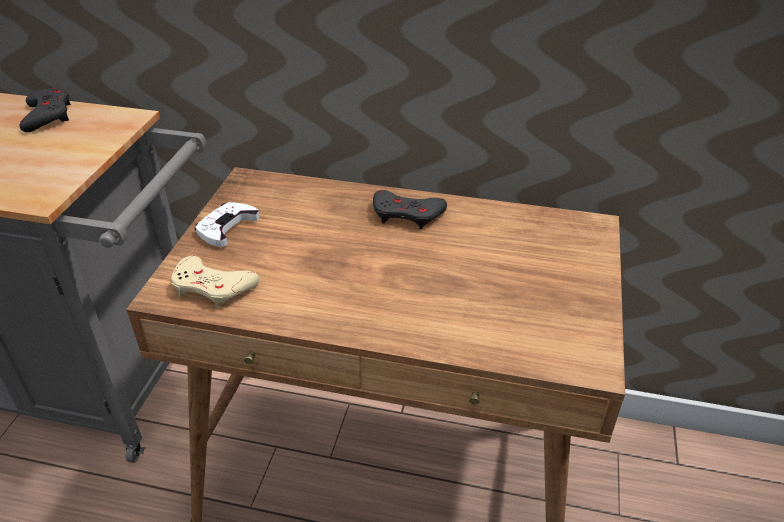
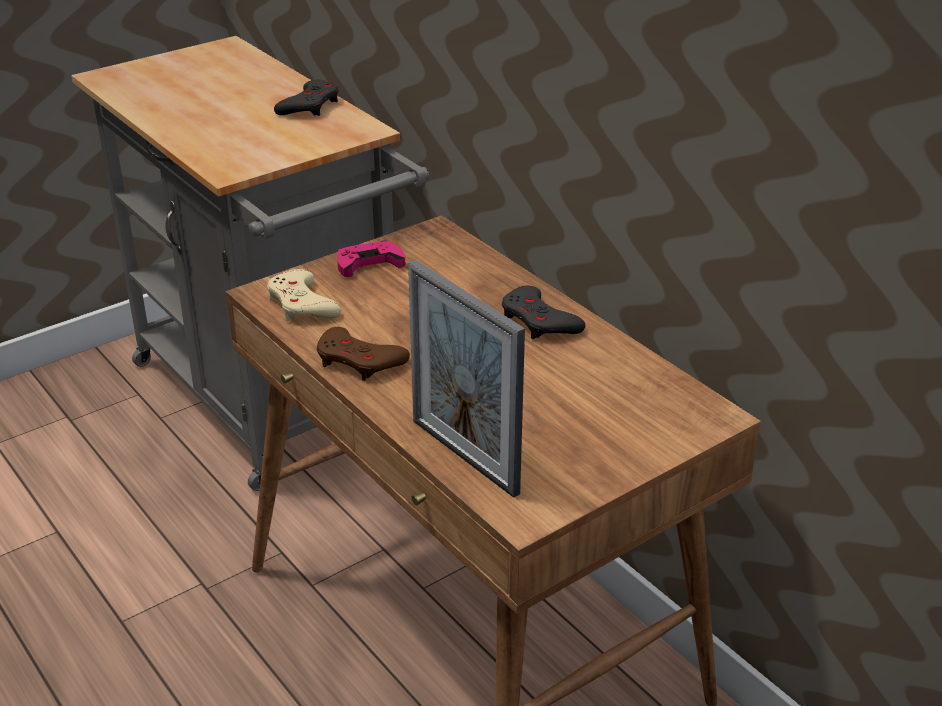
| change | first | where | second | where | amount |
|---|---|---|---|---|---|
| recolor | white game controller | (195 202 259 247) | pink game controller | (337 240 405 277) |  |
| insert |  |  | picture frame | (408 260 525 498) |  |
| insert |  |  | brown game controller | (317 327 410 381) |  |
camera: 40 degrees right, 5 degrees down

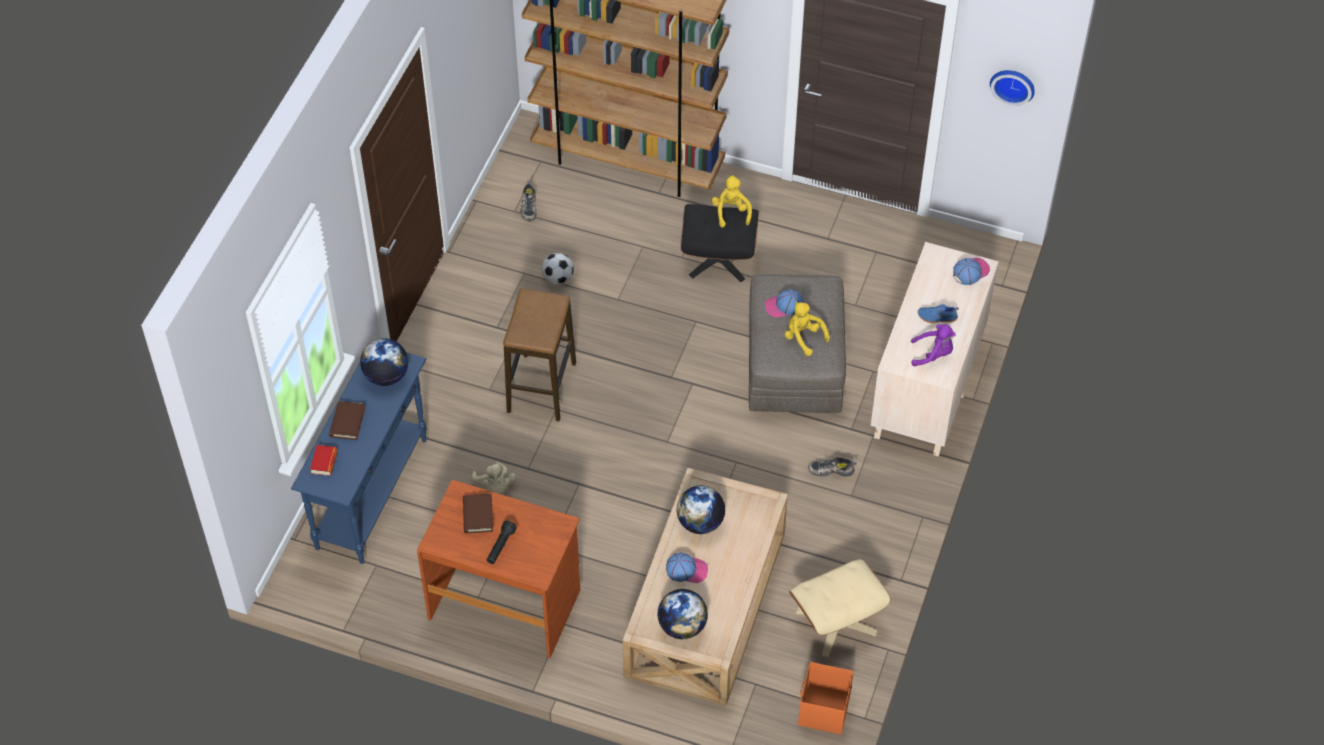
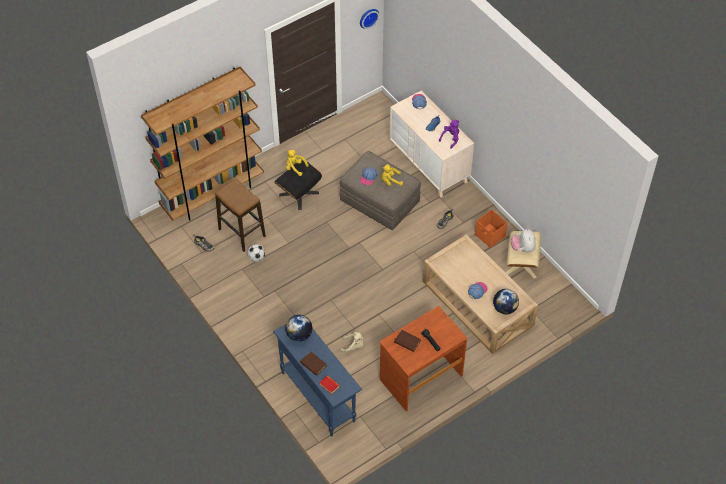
| change | first | where | second | where | amount |
|---|---|---|---|---|---|
| move | stool | (503 289 576 421) |  | (215 179 266 252) |  |
| delete | globe | (677 485 725 534) |  |  |  |
| move | orange storage box | (798 662 854 734) |  | (475 209 507 248) |  |
| insert |  |  | plush toy | (511 229 536 253) |  |
camera: 55 degrees left, 0 degrees up

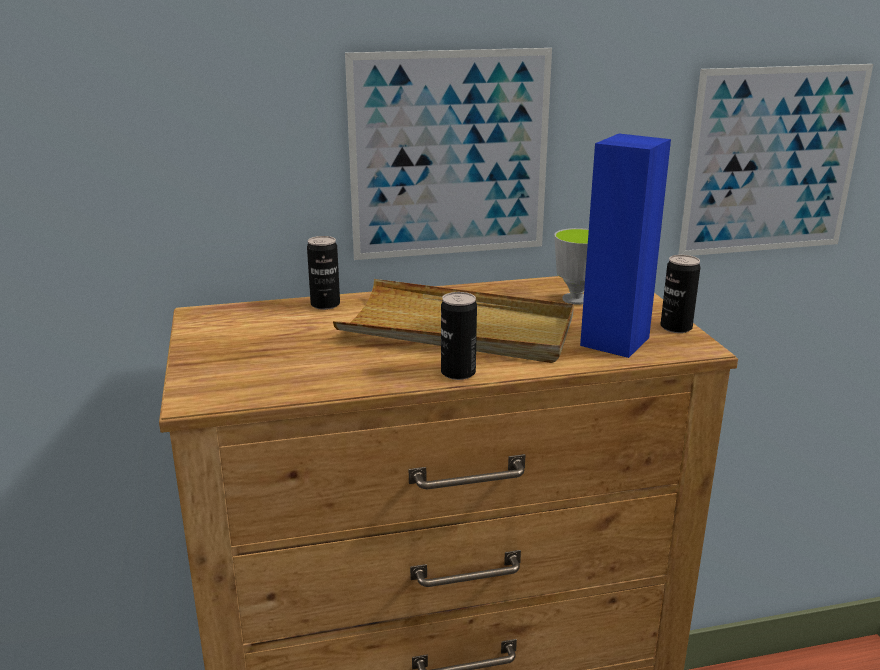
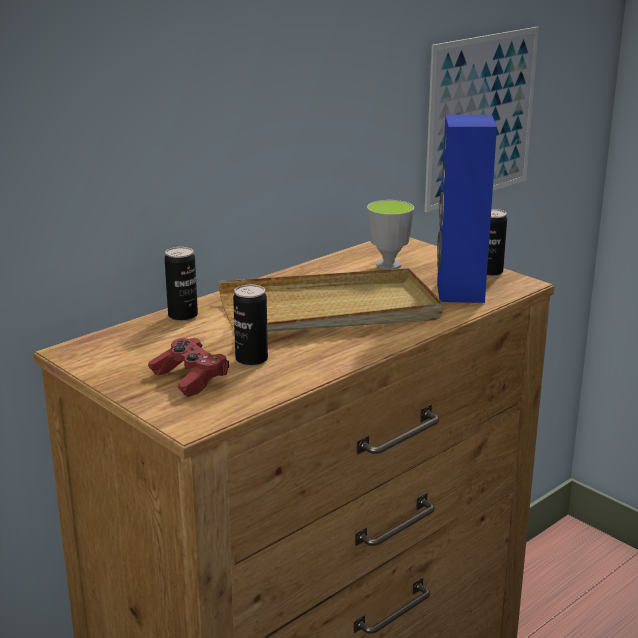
| change | first | where | second | where | amount |
|---|---|---|---|---|---|
| delete | picture | (345 48 552 260) |  |  |  |
| move | can | (441 292 477 380) |  | (233 285 268 366) |  |
| insert |  |  | red game controller | (148 338 229 397) |  |
camera: 30 degrees left, 0 degrees up

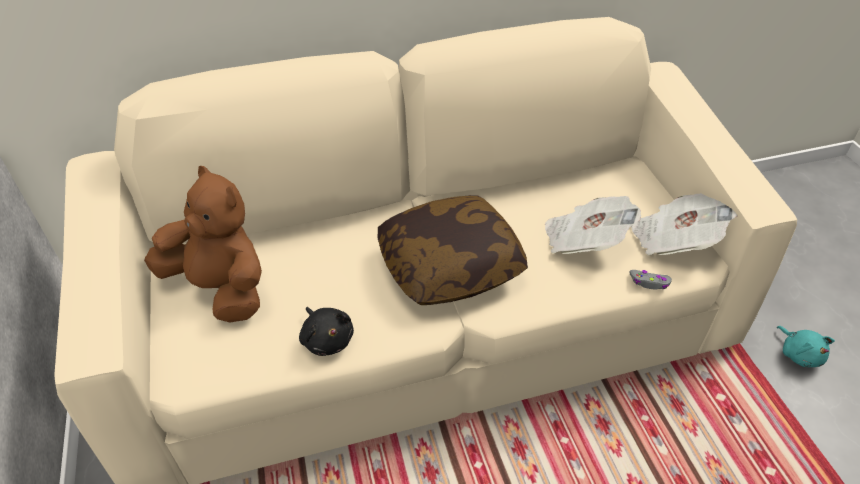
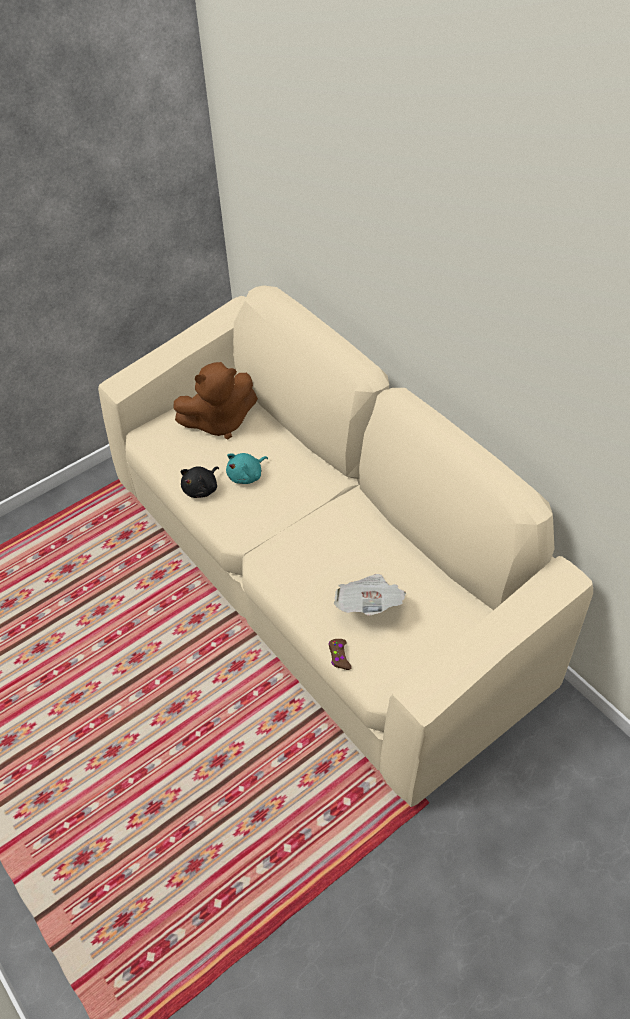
| change | first | where | second | where | amount |
|---|---|---|---|---|---|
| rotate | brown plush toy | (144 166 262 322) |  | (173 362 258 439) | 60 degrees clockwise |
| delete | newspaper | (631 193 738 255) |  |  |  |
| delete | pillow | (378 195 528 305) |  |  |  |
| recolor | grey game controller | (629 270 672 290) | brown game controller | (329 639 351 670) |  |
| move | turquoise plush toy | (777 326 835 367) |  | (226 453 268 484) |  |
camera: 70 degrees right, 5 degrees up

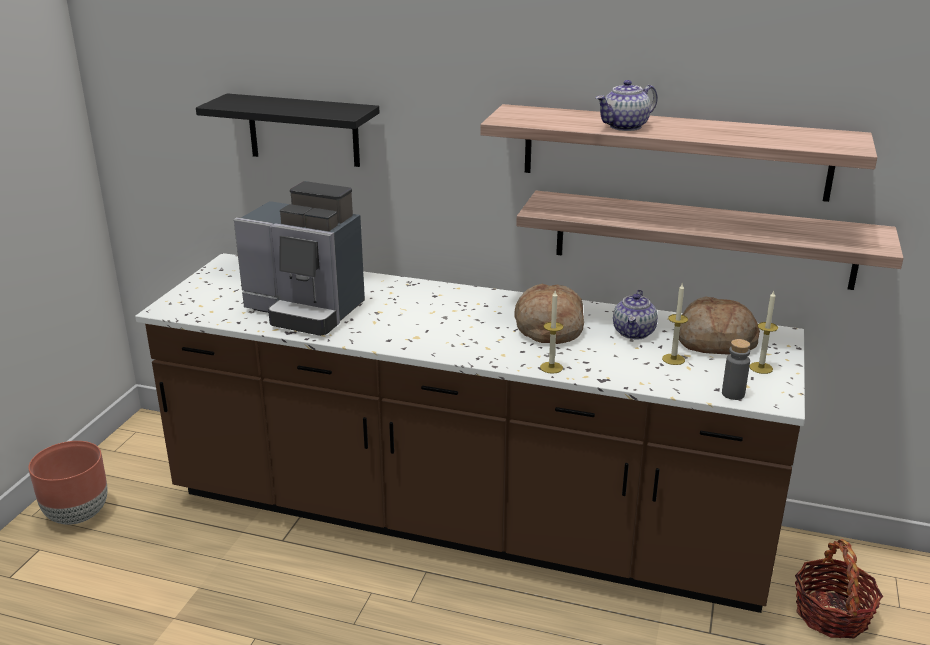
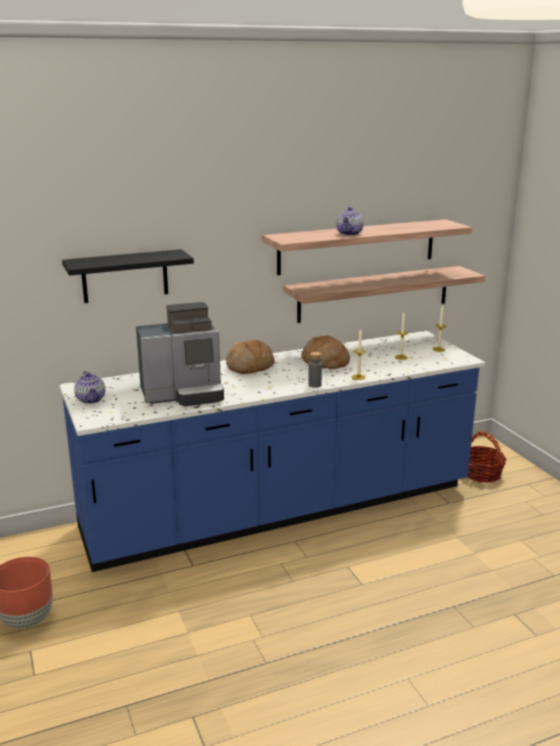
| change | first | where | second | where | amount |
|---|---|---|---|---|---|
| recolor | brown counter | (135 253 805 613) | blue counter | (59 331 485 572) |  |
| move | teapot | (613 290 658 339) |  | (74 371 105 404) |  |
| move | bread | (679 296 760 355) |  | (226 340 275 374) |  |
| move | grey bottle | (722 339 750 400) |  | (308 352 322 388) |  |
camera: 40 degrees left, 5 degrees down

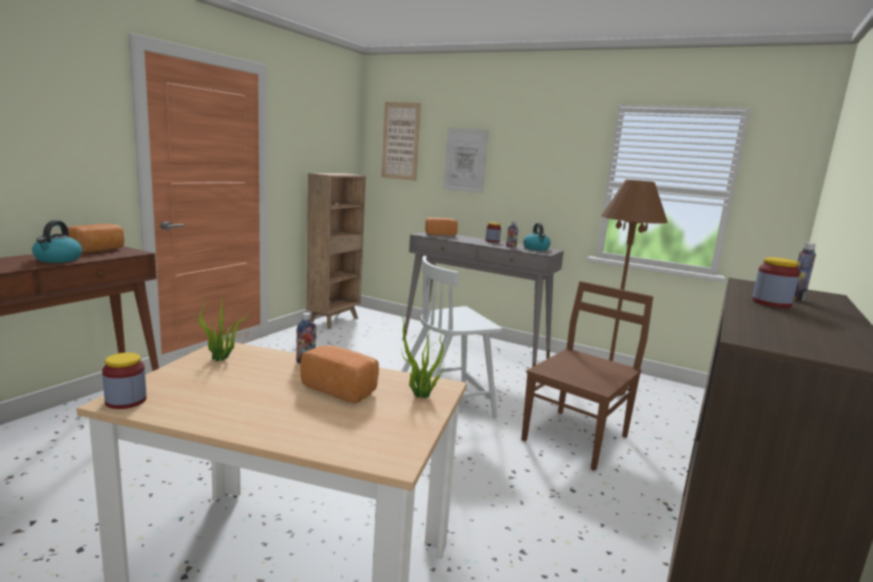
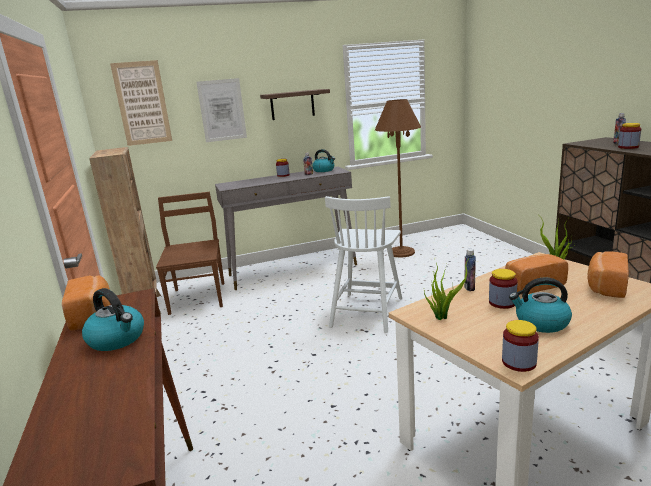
| change | first | where | second | where | amount |
|---|---|---|---|---|---|
| move | bread | (425 218 458 236) |  | (588 251 629 298) |  |
| move | brown chair | (521 281 654 471) |  | (156 192 224 315) |  |
| insert |  |  | shelf | (260 89 330 120) |  |
| insert |  |  | jar | (489 269 518 309) |  |
| insert |  |  | kettle | (509 278 572 333) |  |
camera: 45 degrees left, 5 degrees up

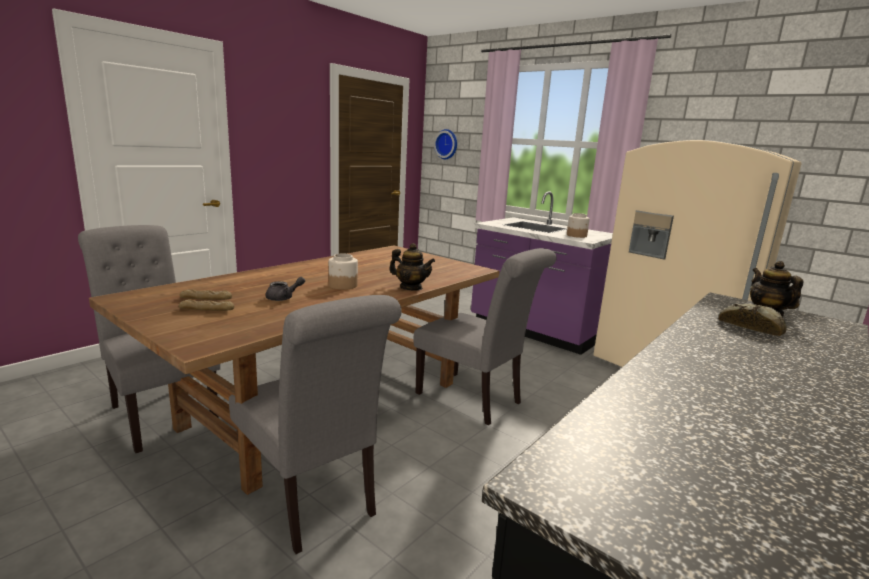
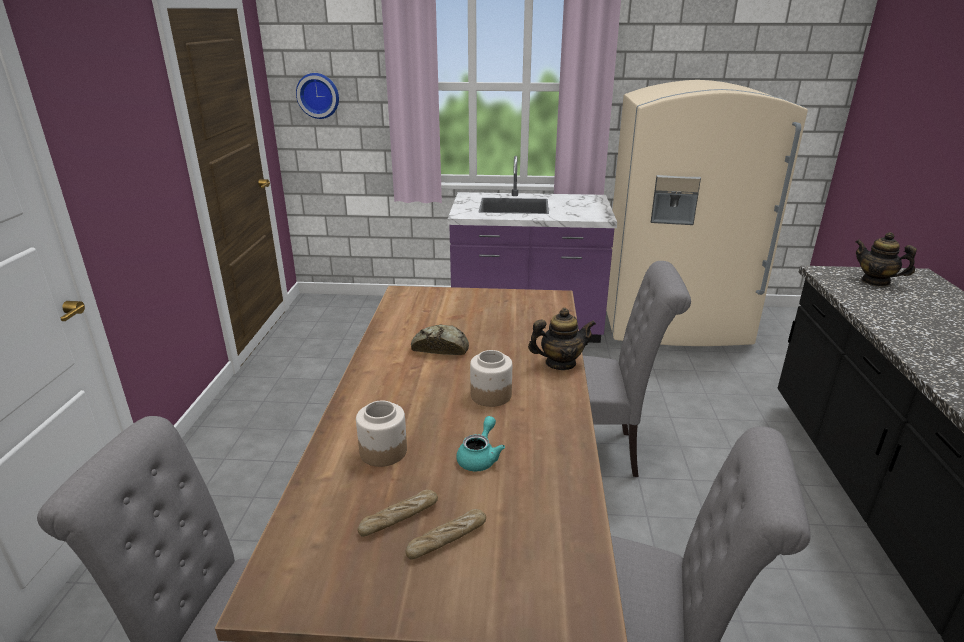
| change | first | where | second | where | amount |
|---|---|---|---|---|---|
| move | jar | (567 213 590 238) |  | (356 400 407 467) |  |
| recolor | grey teapot | (266 277 305 301) | turquoise teapot | (456 416 505 471) |  |
| move | bread | (718 304 787 336) |  | (411 325 469 355) |  |
camera: 35 degrees left, 10 degrees up

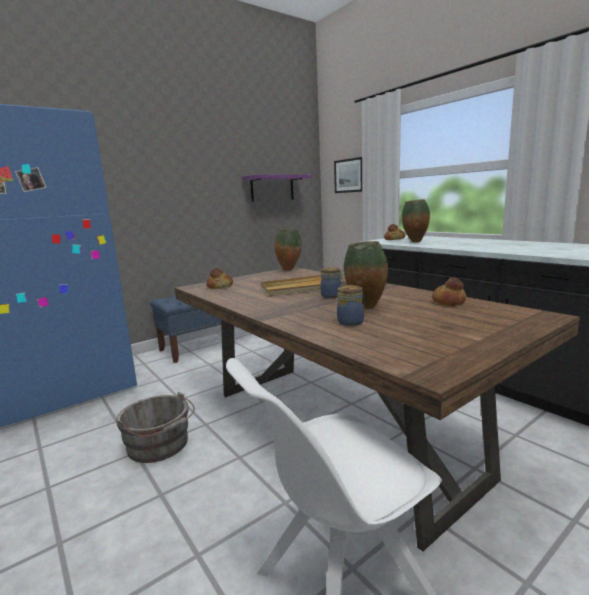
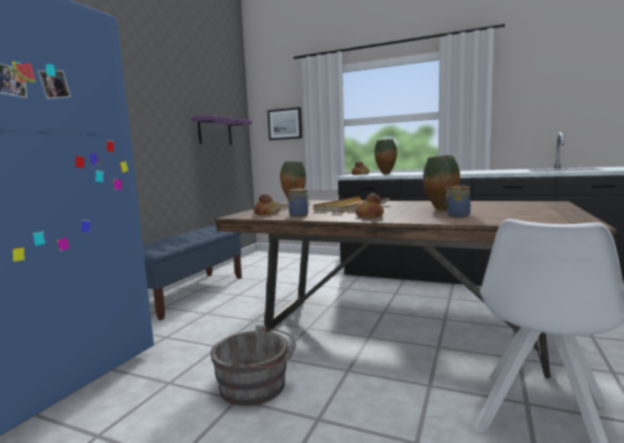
| change | first | where | second | where | amount |
|---|---|---|---|---|---|
| move | jar | (320 267 344 299) |  | (289 189 310 217) |  |
| move | bread | (432 277 467 306) |  | (355 193 384 218) |  |
camera: 30 degrees left, 5 degrees down

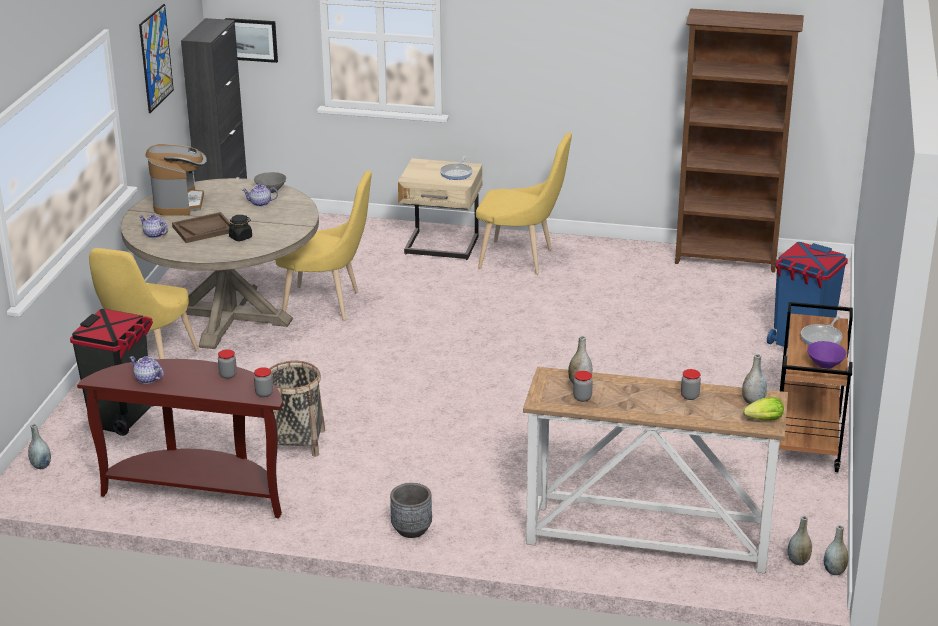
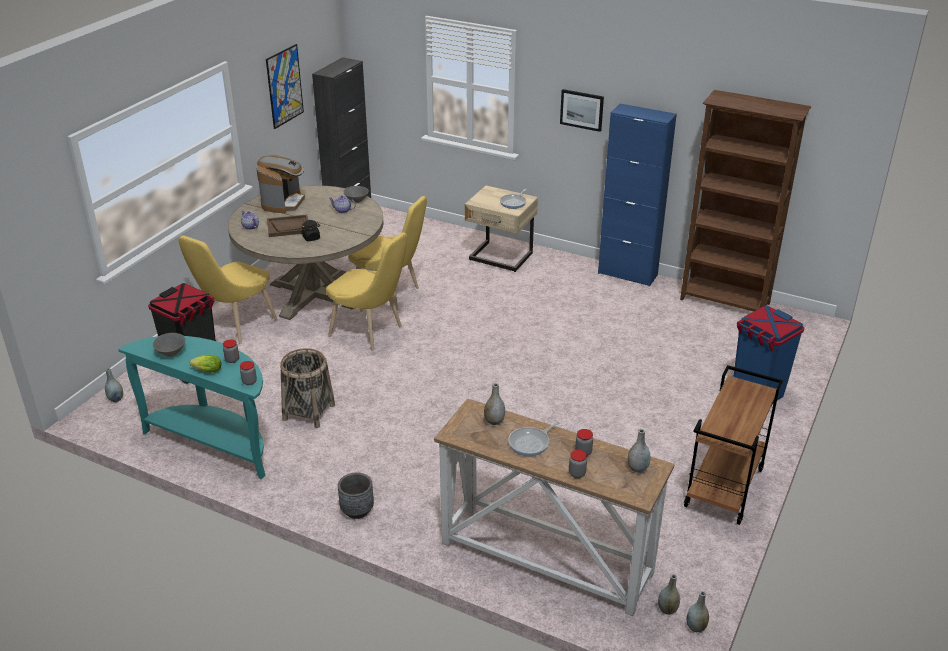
| change | first | where | second | where | amount |
|---|---|---|---|---|---|
| move | picture | (226 18 278 63) |  | (560 89 604 132) |  |
| move | yellow chair | (476 133 572 275) |  | (326 232 407 351) |  |
| move | frying pan | (801 316 843 345) |  | (508 421 559 456) |  |
| delete | purple bowl | (807 341 846 369) |  |  |  |
| replace | teapot | (129 356 164 384) | grey bowl | (153 333 185 357) |  |
| recolor | brown console table | (77 359 283 518) | turquoise console table | (118 336 265 479) |  |
| move | jar | (573 371 593 402) |  | (569 450 587 478) |  |
| move | lettuce | (743 397 784 421) |  | (190 355 222 373) |  |
| insert |  |  | blue cabinet | (598 104 677 287) |  |
camera: 15 degrees right, 5 degrees up

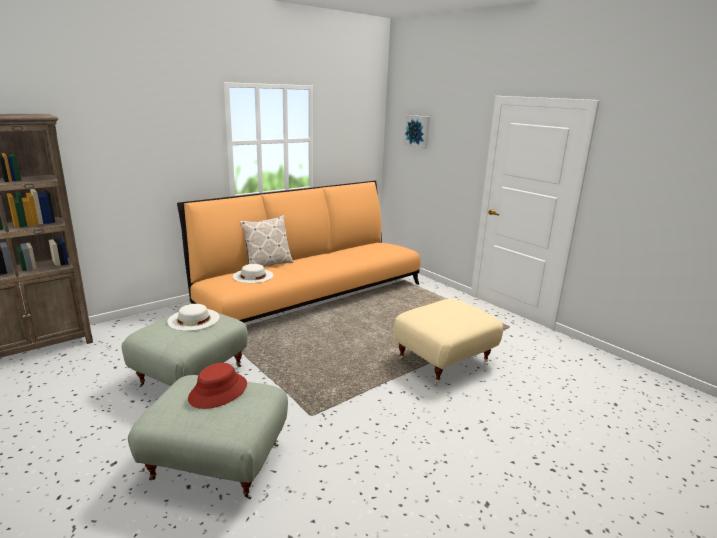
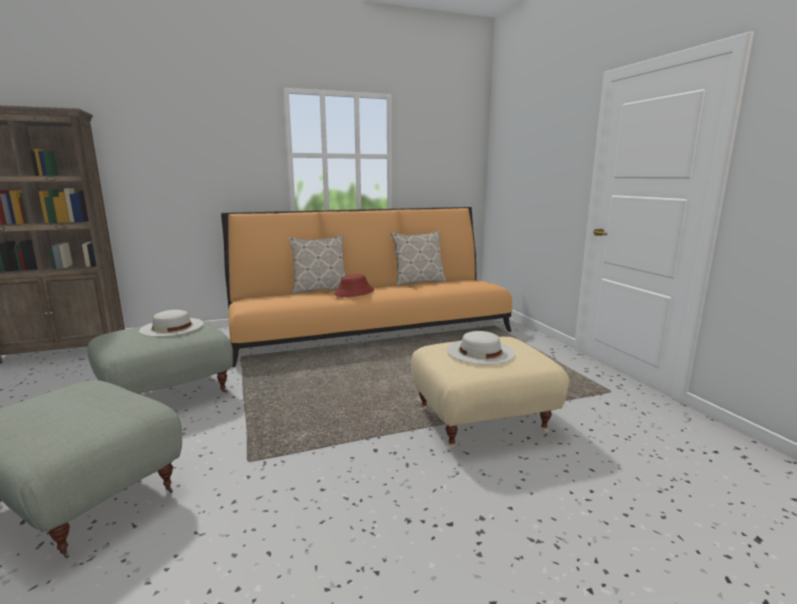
| change | first | where | second | where | amount |
|---|---|---|---|---|---|
| delete | picture | (403 115 430 149) |  |  |  |
| move | white hat | (233 264 273 283) |  | (447 331 515 364) |  |
| move | red hat | (188 363 247 409) |  | (334 274 374 297) |  |
| insert |  |  | pillow | (391 231 446 286) |  |
camera: 20 degrees right, 5 degrees down

